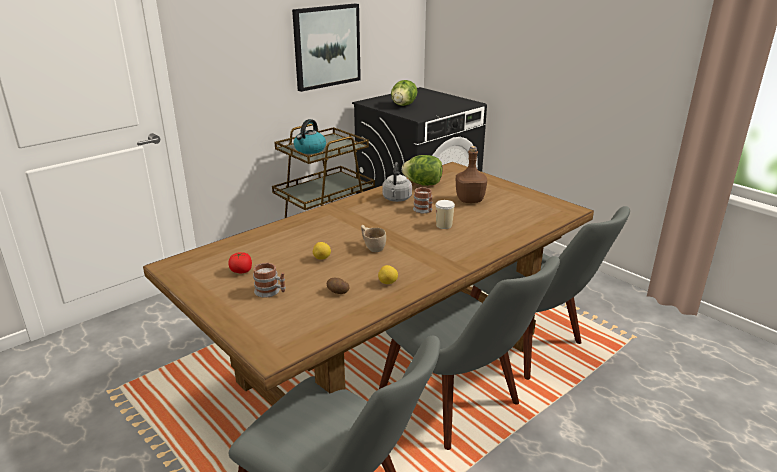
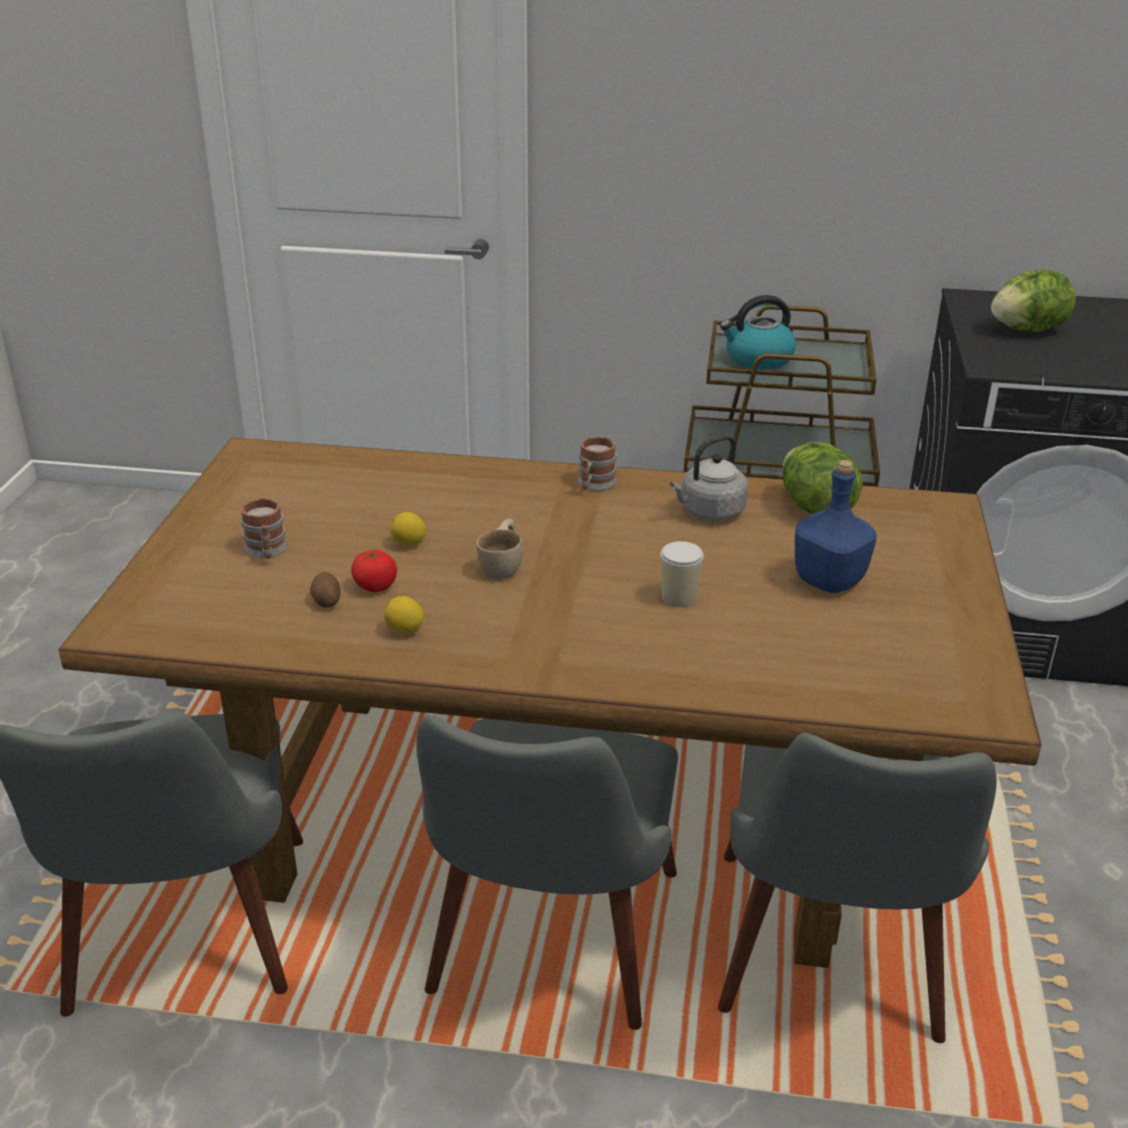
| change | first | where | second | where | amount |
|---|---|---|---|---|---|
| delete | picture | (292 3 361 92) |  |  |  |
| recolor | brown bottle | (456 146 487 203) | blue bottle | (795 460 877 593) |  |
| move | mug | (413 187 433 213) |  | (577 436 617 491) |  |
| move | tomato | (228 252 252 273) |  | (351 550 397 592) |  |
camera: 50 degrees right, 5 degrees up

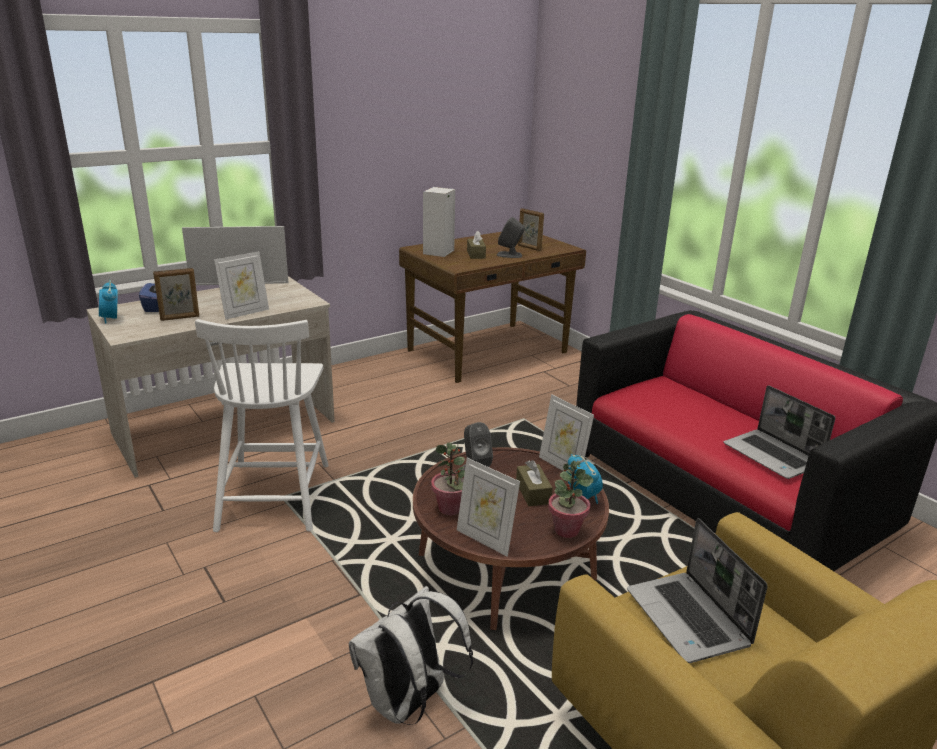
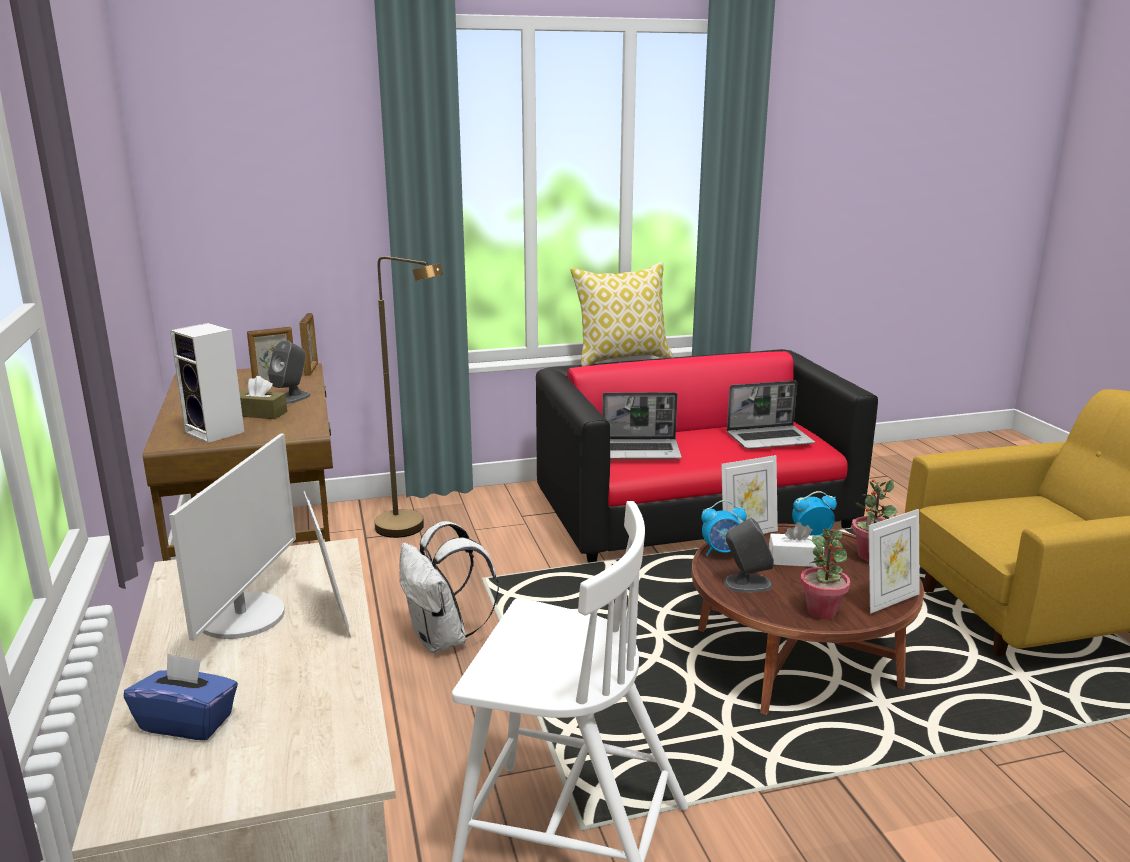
| change | first | where | second | where | amount |
|---|---|---|---|---|---|
| move | picture frame | (153 268 199 321) |  | (299 313 318 376) |  |
| move | alarm clock | (99 280 118 324) |  | (701 500 747 556) |  |
| recolor | brown tissue box | (516 460 553 506) | white tissue box | (769 522 824 567) |  |
| move | laptop | (627 518 767 663) |  | (602 392 682 459) |  |
| move | white backpack | (349 586 473 725) |  | (399 521 499 653) |  |
| insert |  |  | brown floor lamp | (375 256 444 538) |  |
| insert |  |  | pillow | (570 262 673 367) |  |
camera: 70 degrees left, 5 degrees down

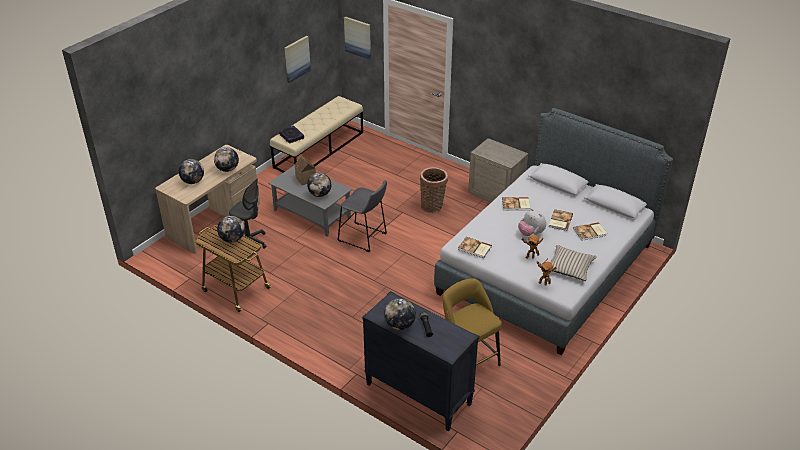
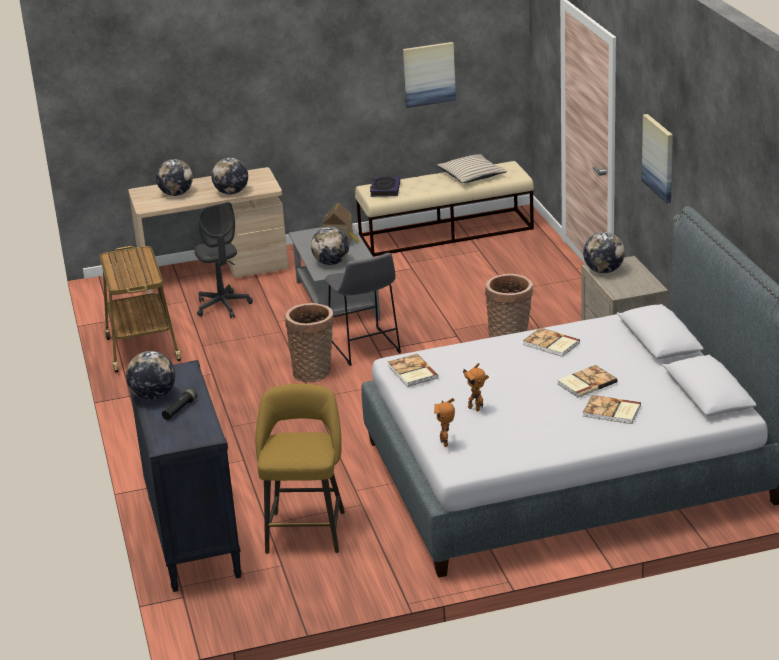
| change | first | where | second | where | amount |
|---|---|---|---|---|---|
| move | picture | (344 16 371 59) |  | (642 114 673 203) |  |
| delete | plush toy | (518 209 546 236) |  |  |  |
| move | globe | (217 216 245 243) |  | (583 232 625 273) |  |
| move | beige pillow | (550 245 597 281) |  | (437 154 507 183) |  |
| insert |  |  | basket | (285 303 334 382) |  |
camera: 40 degrees right, 10 degrees down

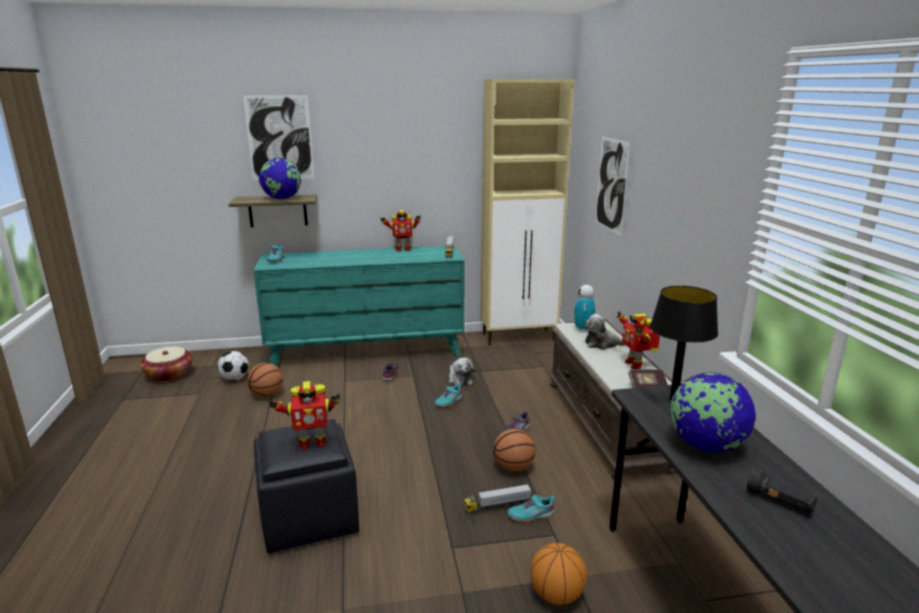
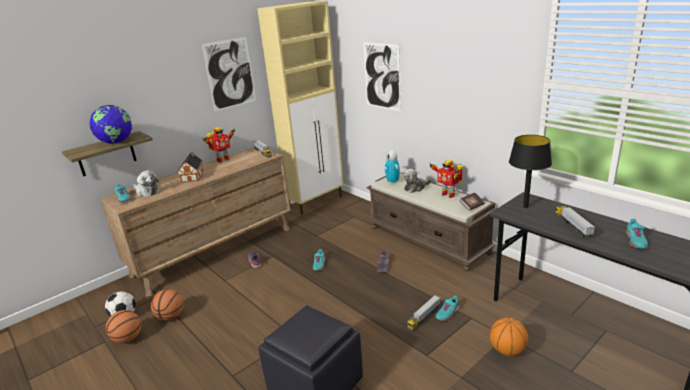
| change | first | where | second | where | amount |
|---|---|---|---|---|---|
| move | picture | (243 95 314 180) |  | (202 37 256 111) |  |
| recolor | turquoise dresser | (253 245 465 367) | brown dresser | (100 147 291 296) |  |
| delete | basket | (140 346 193 382) |  |  |  |
| move | plush toy | (449 357 475 387) |  | (133 170 160 197) |  |
| replace | globe | (670 372 756 453) | toy truck | (555 206 595 237) |  |
| delete | toy robot | (268 381 341 451) |  |  |  |
| move | basketball | (493 429 535 472) |  | (106 310 141 344) |  |
| replace | black flashlight | (747 468 817 514) | turquoise shoe | (626 219 649 249) |  |
| insert |  |  | toy house | (178 152 203 183) |  |
camera: 30 degrees left, 5 degrees up

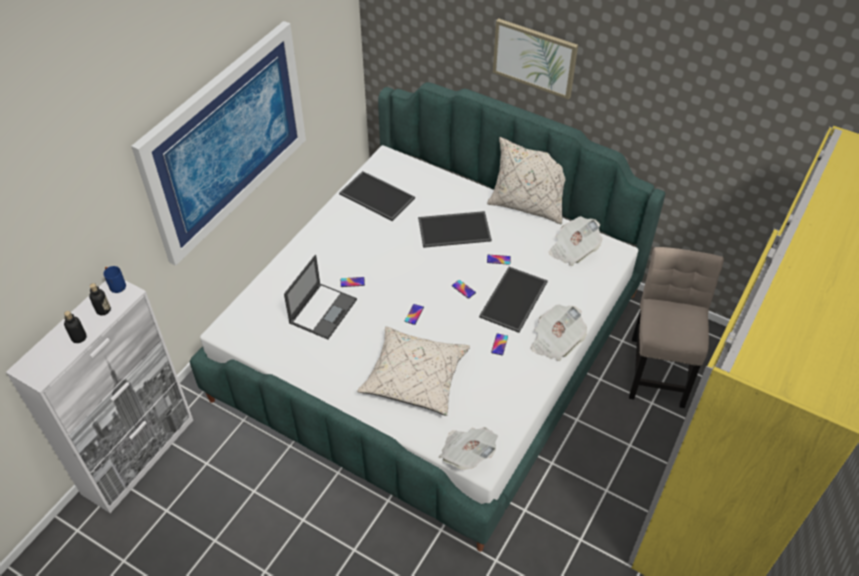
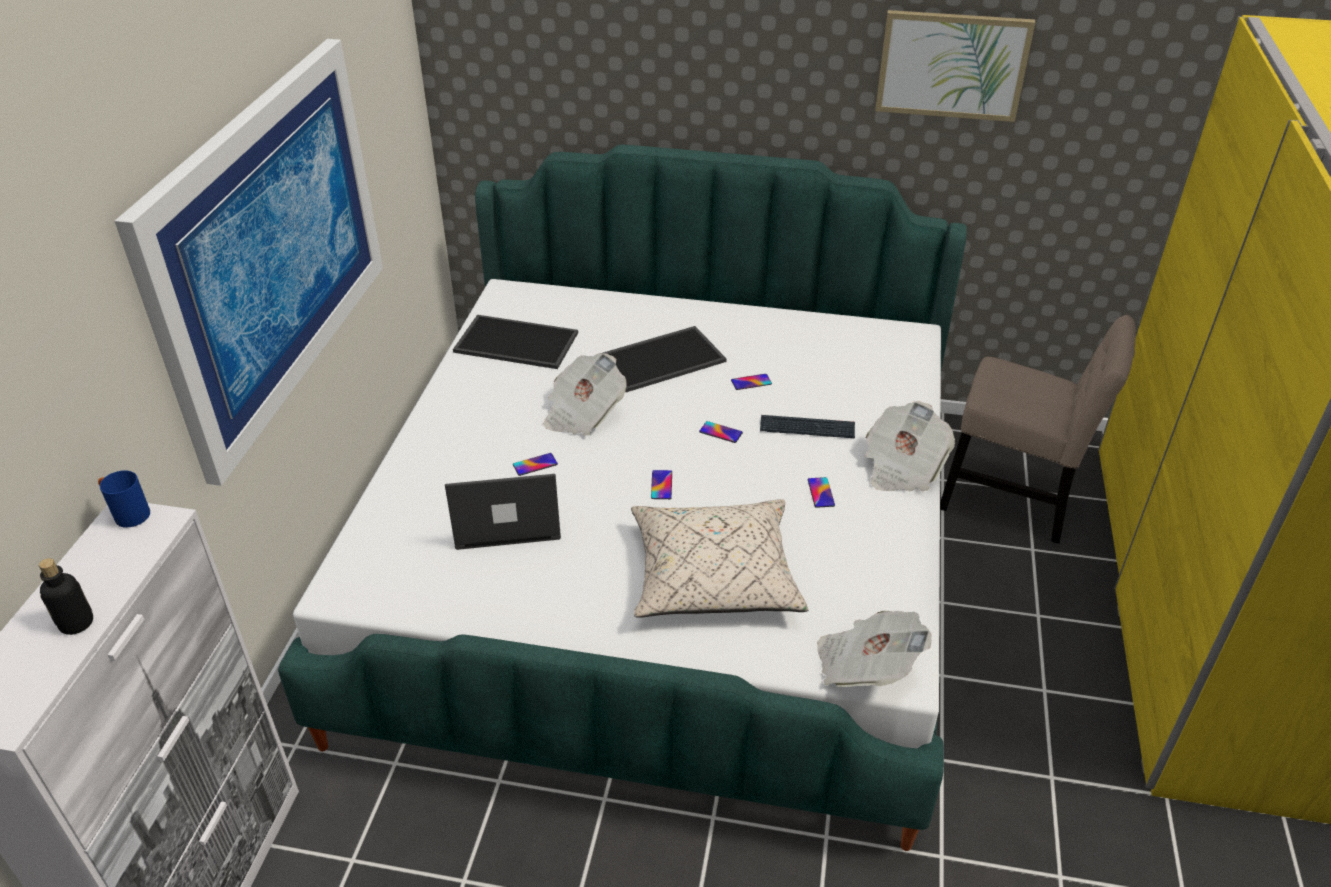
| change | first | where | second | where | amount |
|---|---|---|---|---|---|
| move | picture | (493 18 578 100) |  | (875 10 1036 122) |  |
| delete | beige pillow | (487 137 566 225) |  |  |  |
| move | newspaper | (549 216 602 266) |  | (543 353 627 436) |  |
| rotate | beige chair | (629 247 724 408) |  | (940 315 1136 544) | 120 degrees clockwise |
| rotate | laptop | (284 255 357 339) |  | (445 474 561 550) | 105 degrees counterclockwise |
| replace | tray | (479 267 548 333) | keyboard | (760 415 855 438) |  |
| delete | bottle | (89 283 111 315) |  |  |  |
camera: 20 degrees left, 10 degrees down

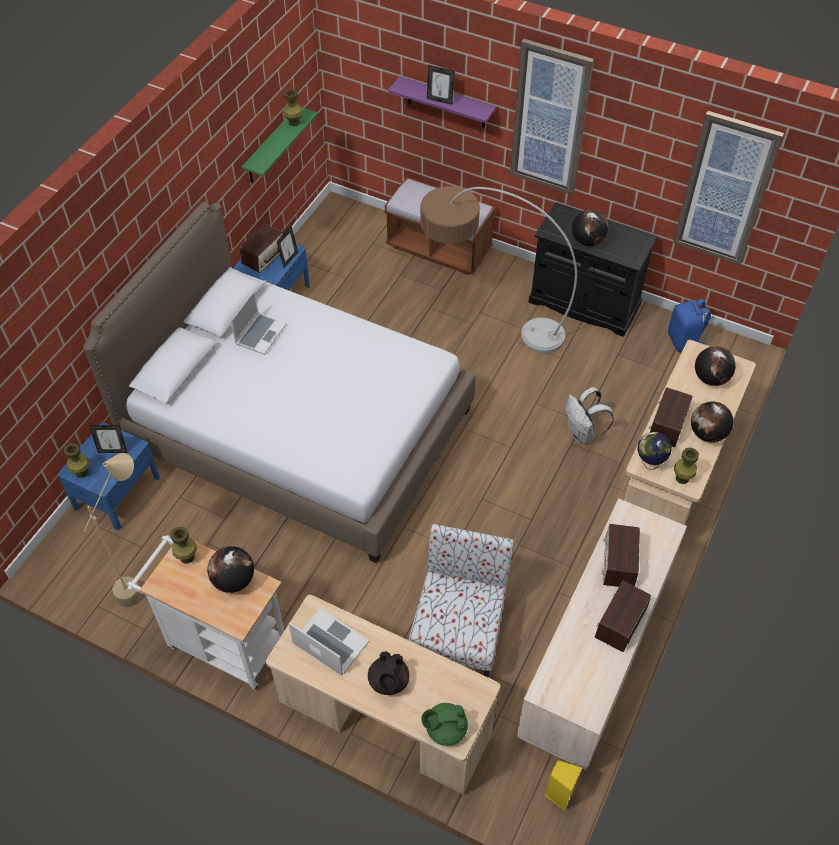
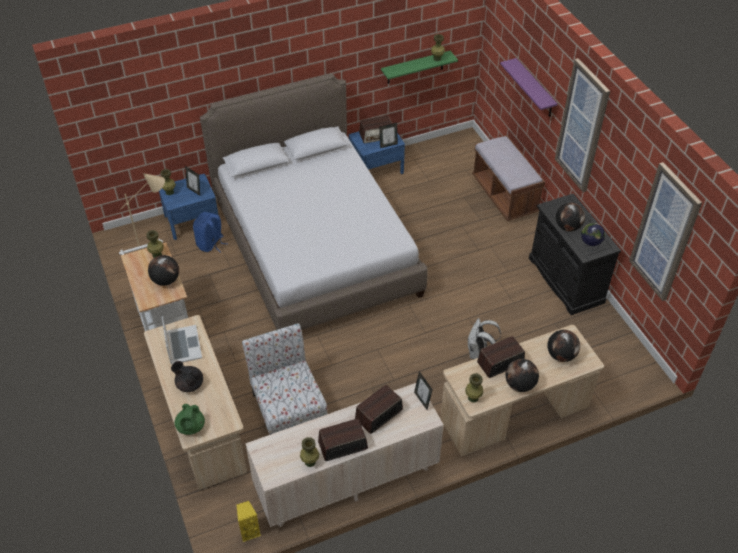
| change | first | where | second | where | amount |
|---|---|---|---|---|---|
| move | picture frame | (427 65 455 105) |  | (414 371 433 410) |  |
| delete | floor lamp | (421 186 577 353) |  |  |  |
| delete | laptop | (231 291 286 355) |  |  |  |
| move | blue backpack | (668 299 711 353) |  | (193 212 228 253) |  |
| move | globe | (637 432 672 470) |  | (581 223 605 251) |  |
| rotate | chair | (408 524 514 678) |  | (242 323 328 435) | 75 degrees counterclockwise |
| rotate | black teapot | (368 651 409 695) |  | (171 361 203 392) | 75 degrees clockwise |
| rotate | green teapot | (421 703 468 746) |  | (174 404 205 435) | 120 degrees counterclockwise |
| insert |  |  | green vase | (300 437 319 467) |  |
camera: 40 degrees right, 5 degrees down

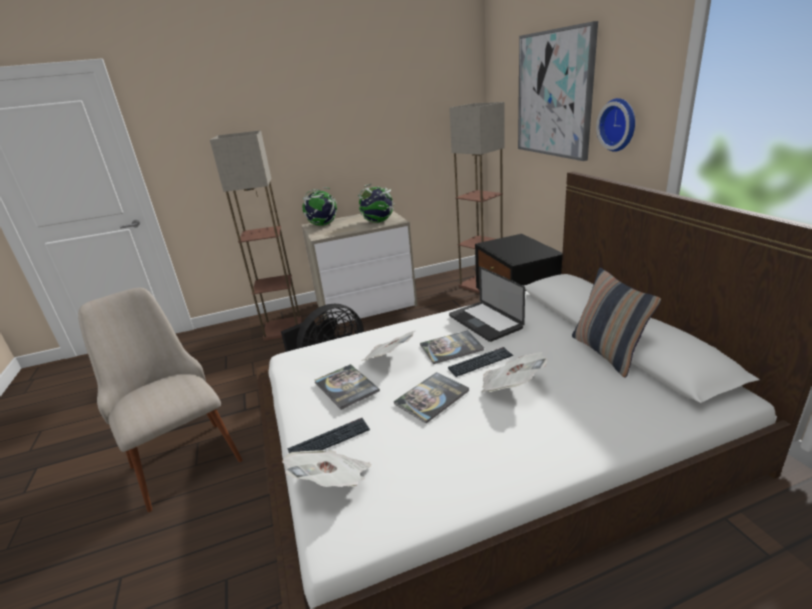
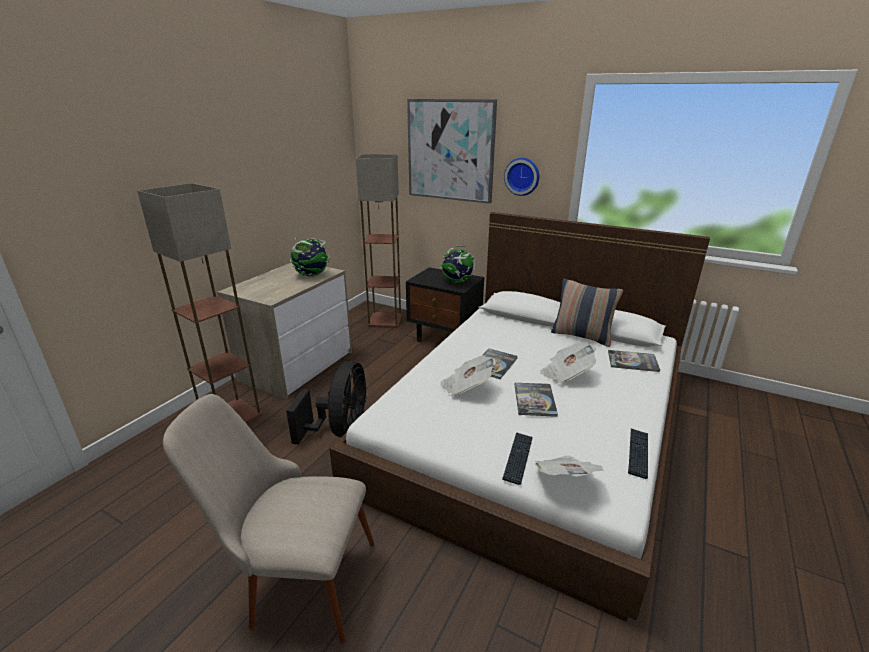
| change | first | where | second | where | amount |
|---|---|---|---|---|---|
| move | globe | (302 187 337 226) |  | (441 245 475 283) |  |
| delete | laptop | (449 266 525 342) |  |  |  |
| move | keyboard | (448 347 513 377) |  | (628 428 648 479) |  |
| move | book | (315 364 380 410) |  | (608 350 660 372) |  |
camera: 45 degrees left, 0 degrees up

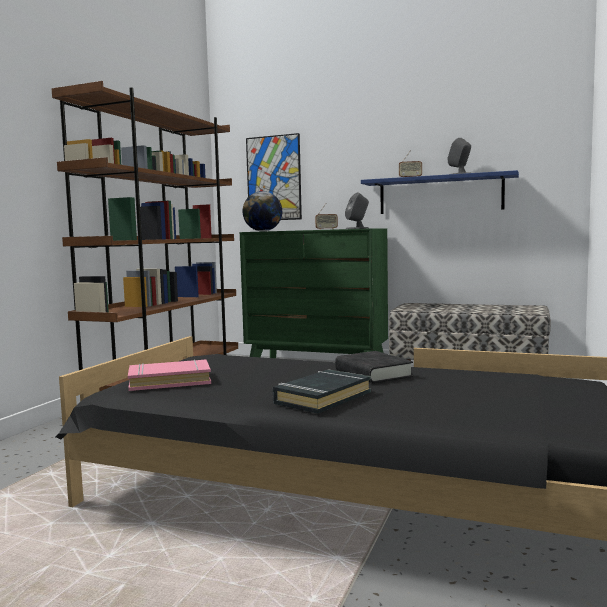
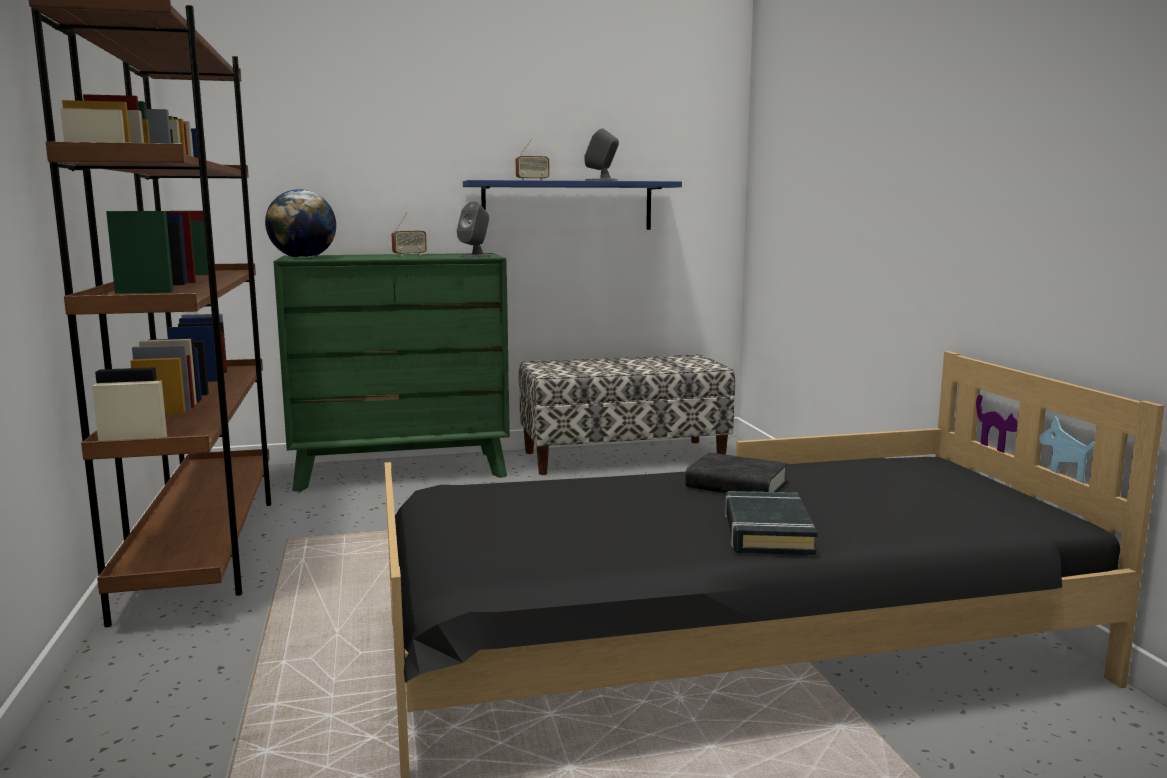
| change | first | where | second | where | amount |
|---|---|---|---|---|---|
| delete | picture | (246 133 302 220) |  |  |  |
| delete | pink book | (128 359 211 391) |  |  |  |
camera: 35 degrees left, 5 degrees up

